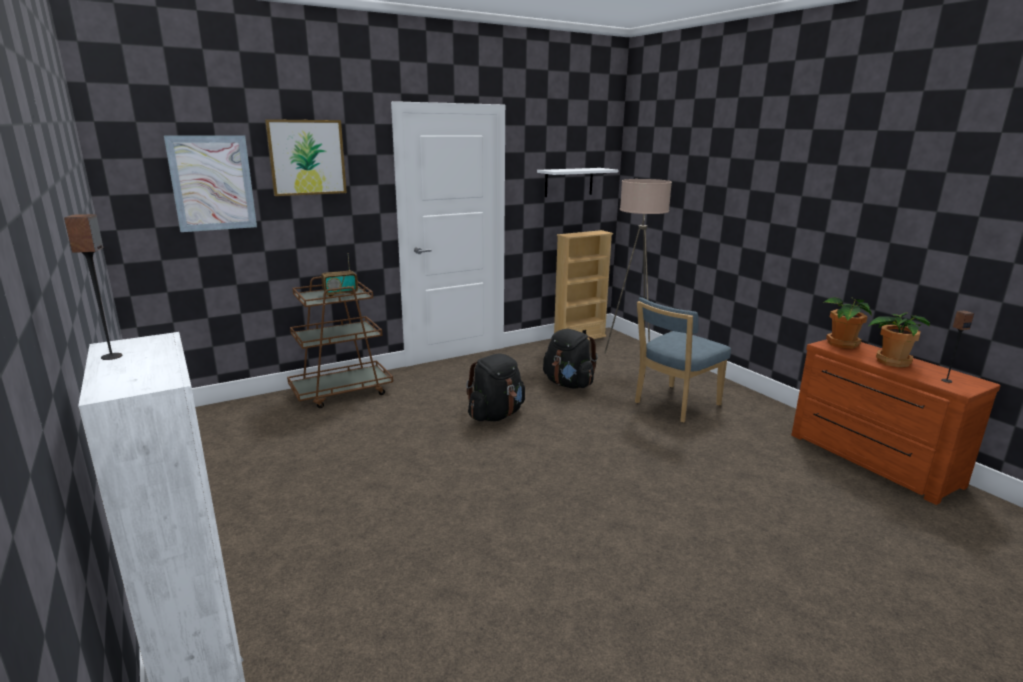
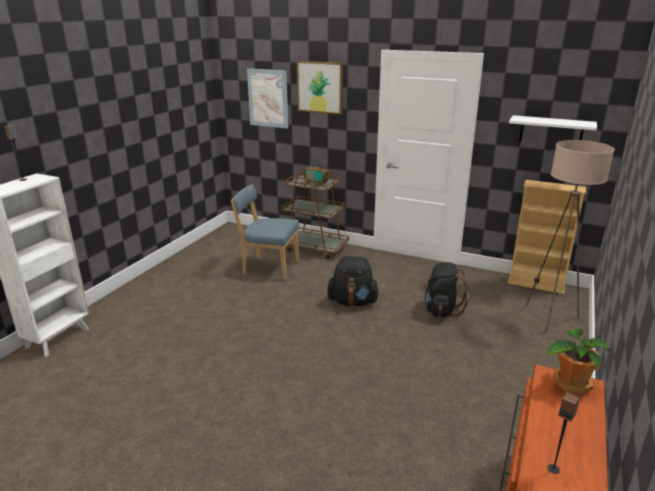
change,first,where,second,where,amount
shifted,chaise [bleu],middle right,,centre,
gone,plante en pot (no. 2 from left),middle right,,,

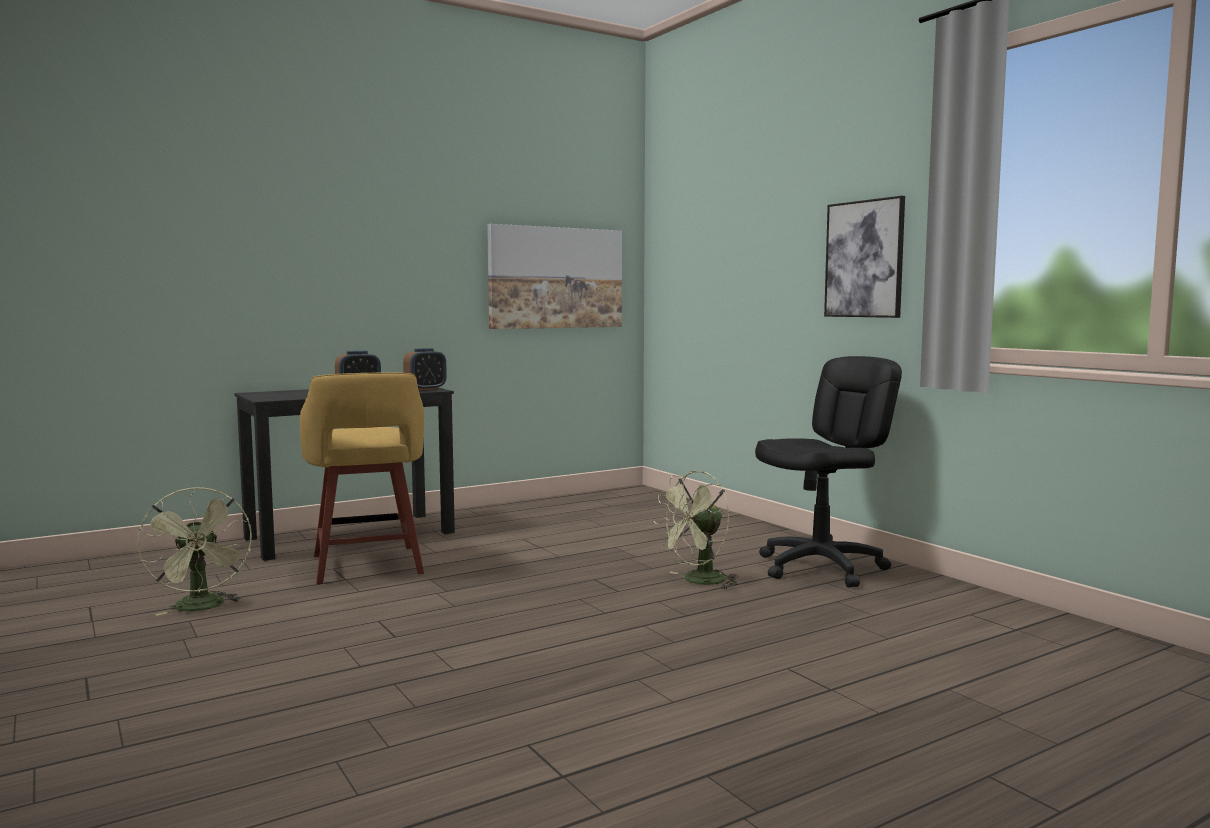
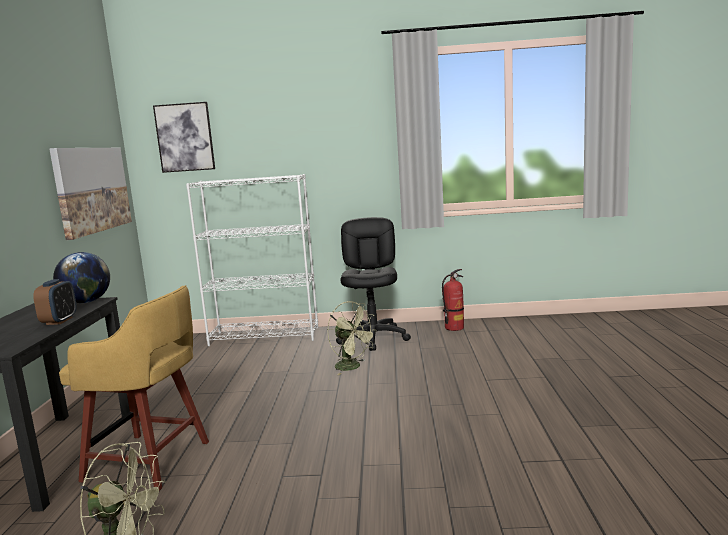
change,first,where,second,where,amount
swapped,réveil (no. 2 from left),centre,globe,middle left,
shifted,tableau (no. 2 from left),top right,,top left,
new,,,bibliothèque [blanc],centre,
rotated,ventilateur [vert] (no. 2 from left),centre,,centre,45 degrees counterclockwise
new,,,extincteur,centre,

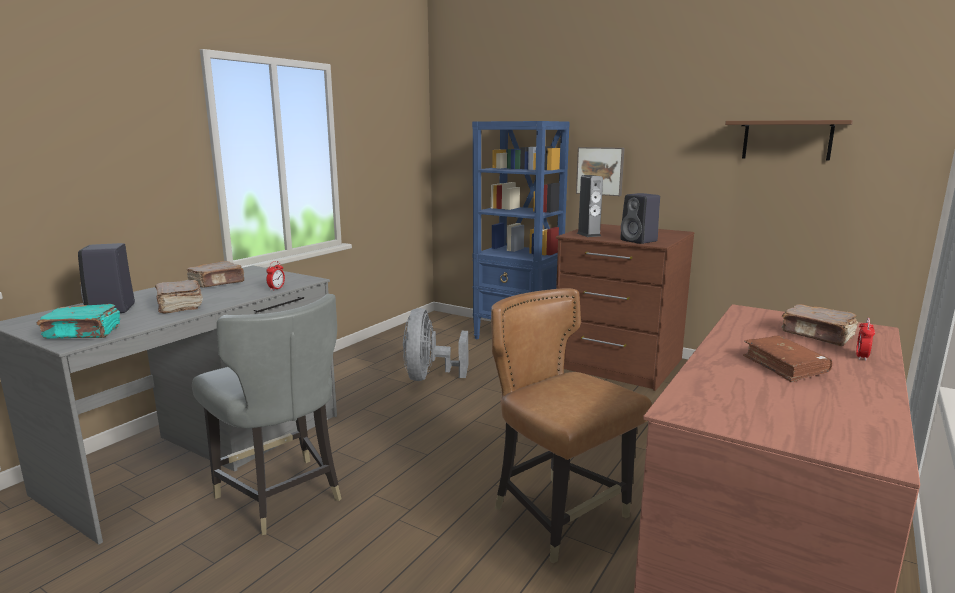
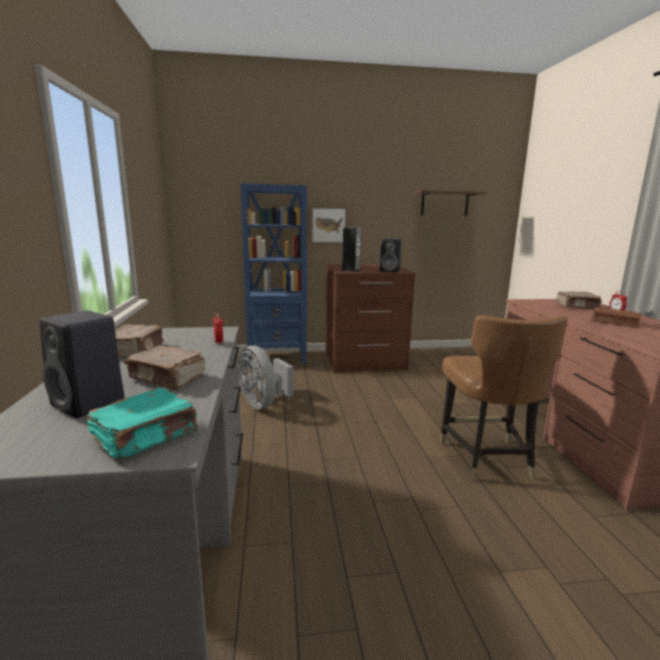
change,first,where,second,where,amount
rotated,chaise [marron],bottom centre,,middle right,105 degrees counterclockwise
gone,chaise [gris],bottom left,,,

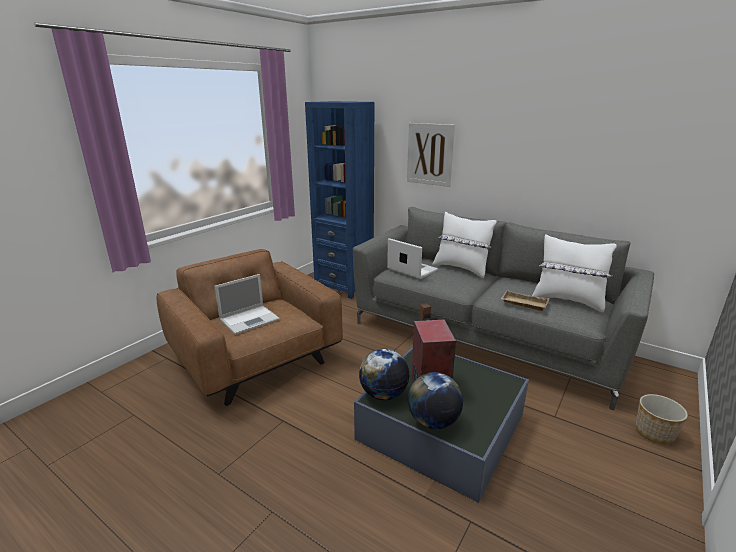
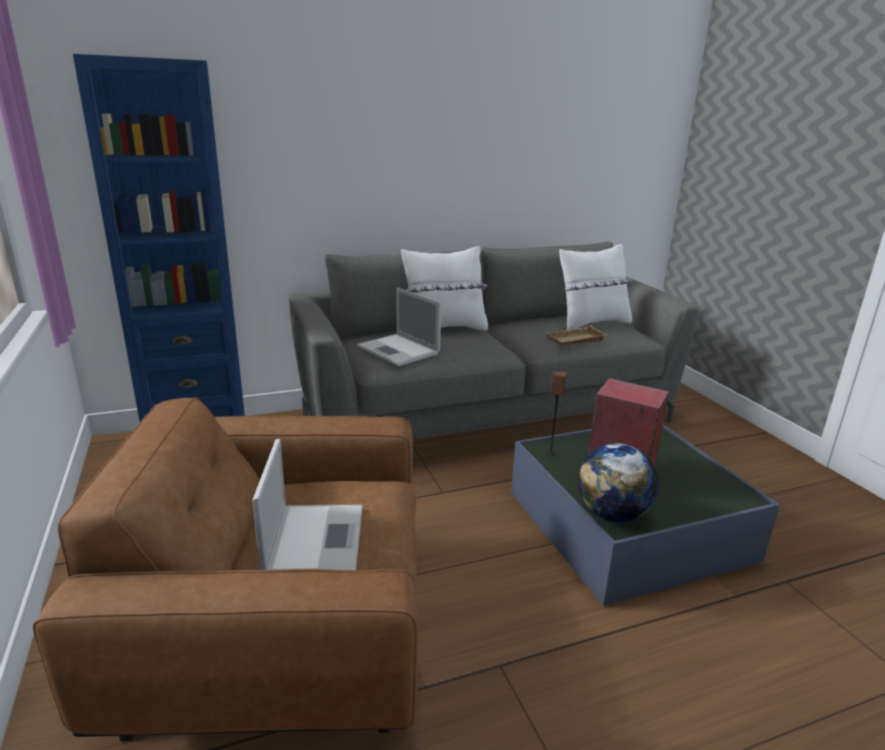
change,first,where,second,where,amount
rotated,ordinateur portable (no. 2 from left),centre,,centre,120 degrees counterclockwise
gone,tableau,top centre,,,
gone,globe (no. 2 from left),bottom centre,,,
gone,cache-pot,bottom right,,,

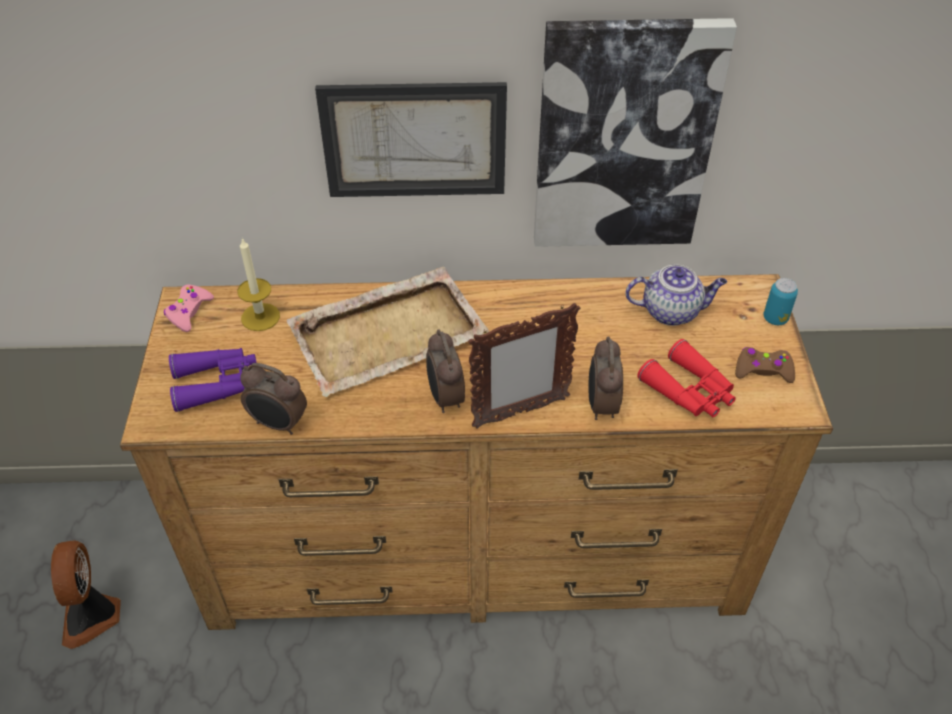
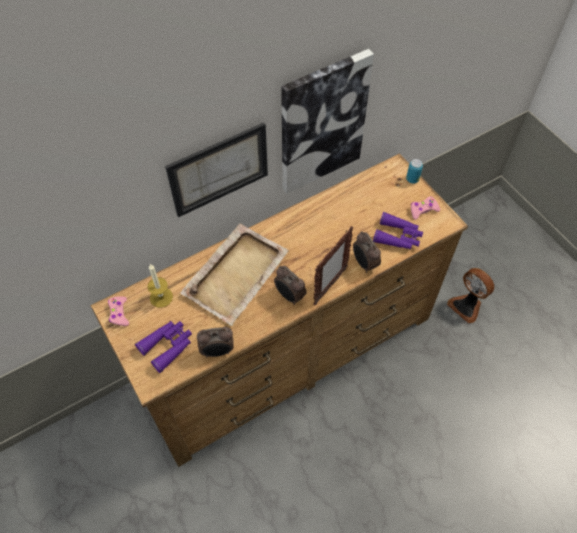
change,first,where,second,where,amount
repainted,jumelles [rouge],middle right,jumelles [violet] (no. 2 from left),middle right,
repainted,manette [marron],middle right,manette [rose] (no. 2 from left),middle right,
shifted,ventilateur,bottom left,,middle right,
gone,théière,middle right,,,

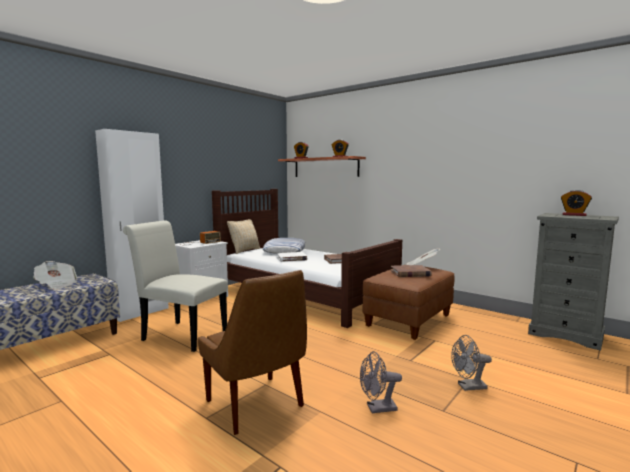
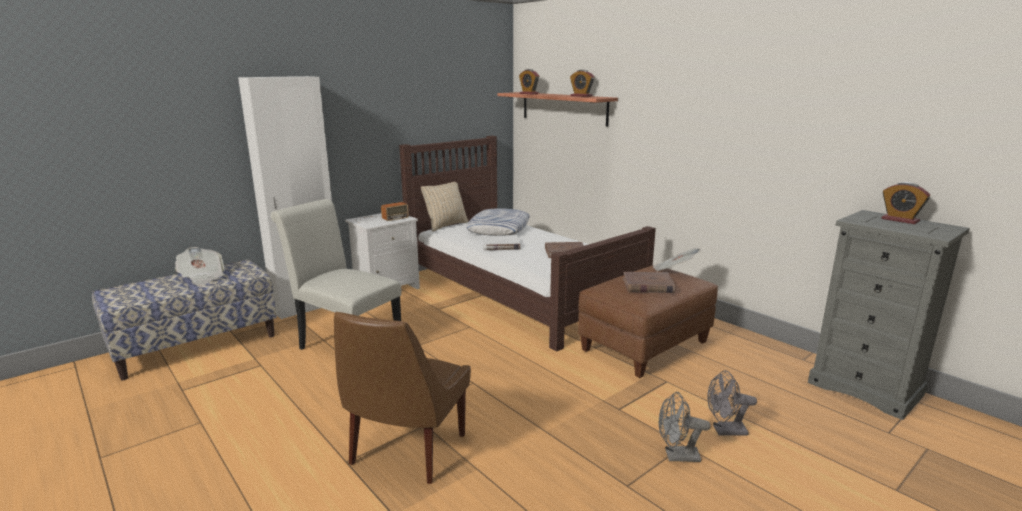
change,first,where,second,where,amount
rotated,chaise [marron],bottom centre,,bottom centre,45 degrees clockwise
shifted,ventilateur [gris] (no. 1 from left in the first image),bottom centre,ventilateur [gris] (no. 2 from left),bottom right,

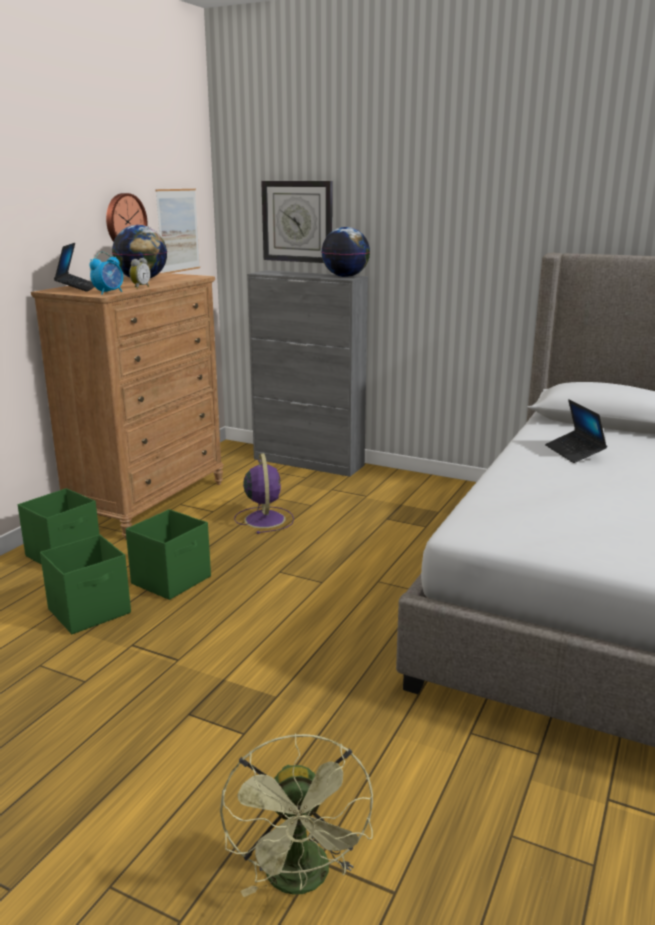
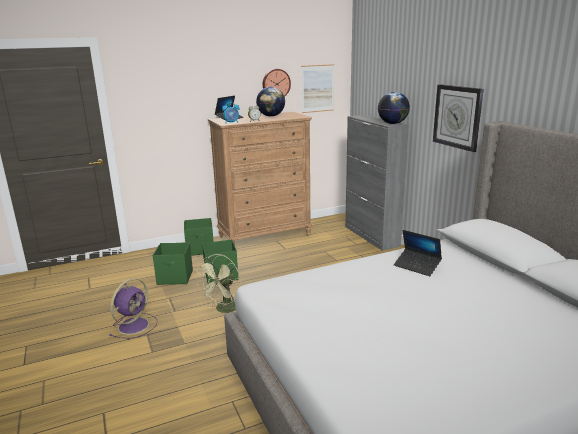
change,first,where,second,where,amount
shifted,ventilateur [violet],centre,,bottom left,
shifted,ventilateur [vert],bottom centre,,centre,
rotated,ordinateur portable (no. 2 from left),middle right,,middle right,75 degrees counterclockwise
shifted,horloge murale (no. 2 from left),top centre,,top right,

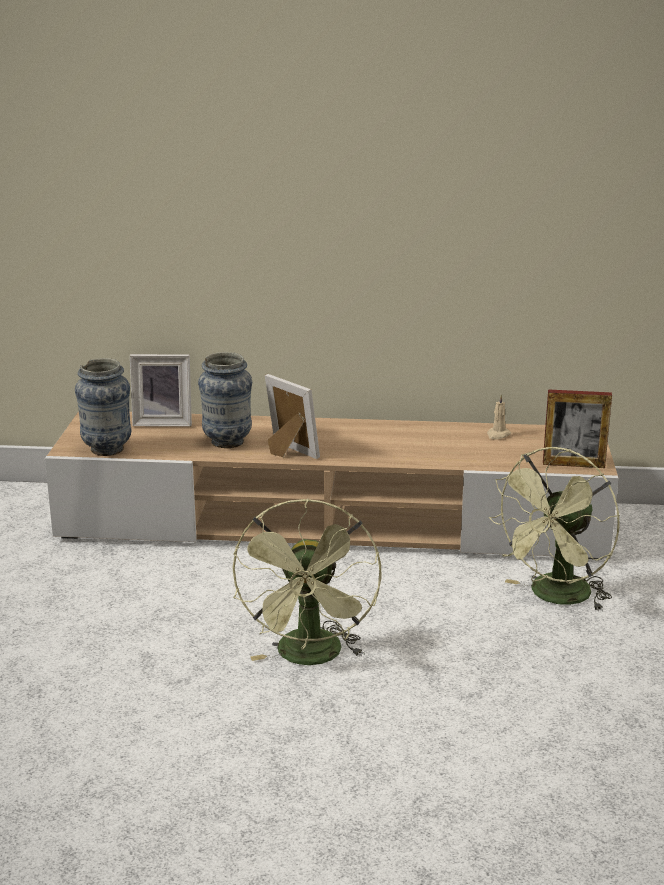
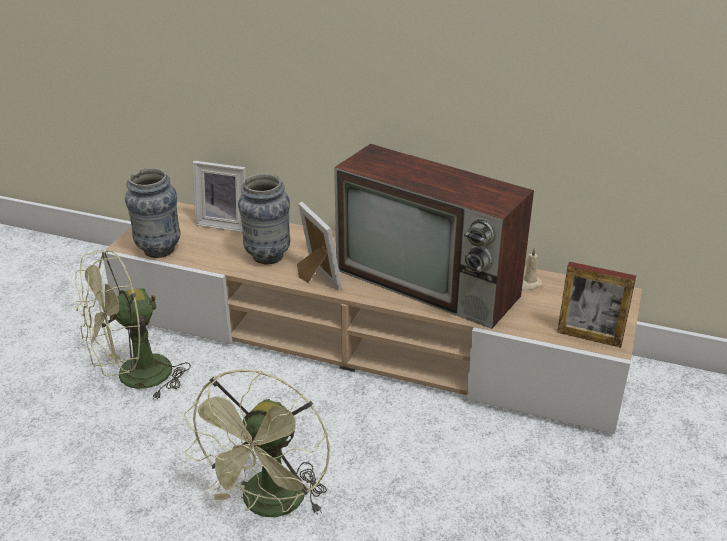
change,first,where,second,where,amount
shifted,ventilateur [vert] (no. 2 from left in the first image),middle right,ventilateur [vert] (no. 1 from left),middle left,
new,,,téléviseur,centre,

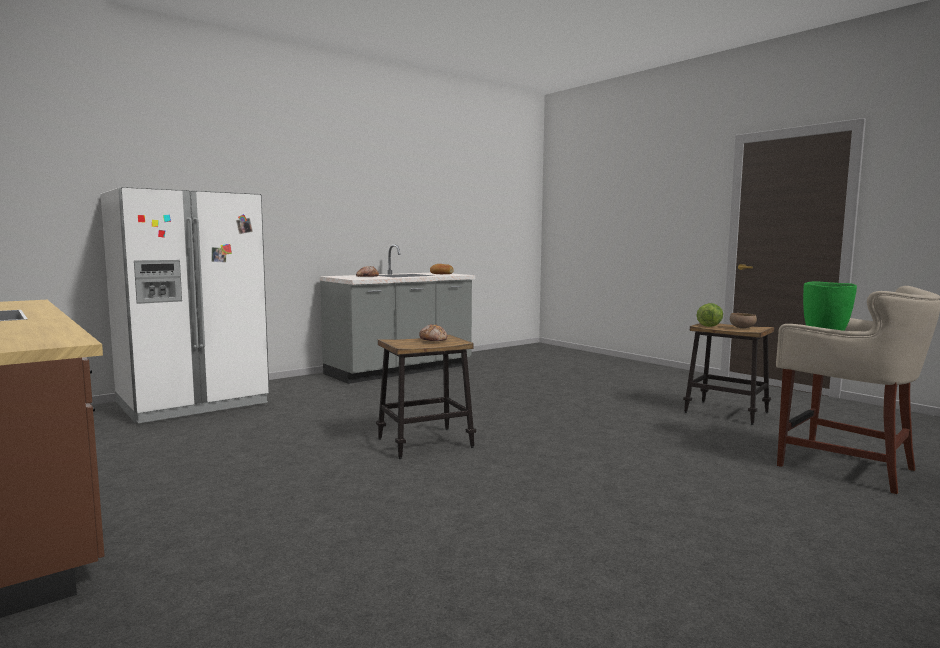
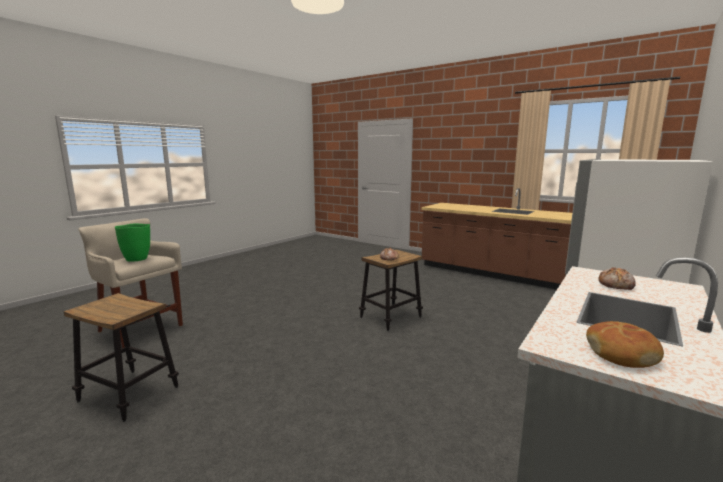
change,first,where,second,where,amount
gone,laitue,middle right,,,
gone,bol [marron],middle right,,,

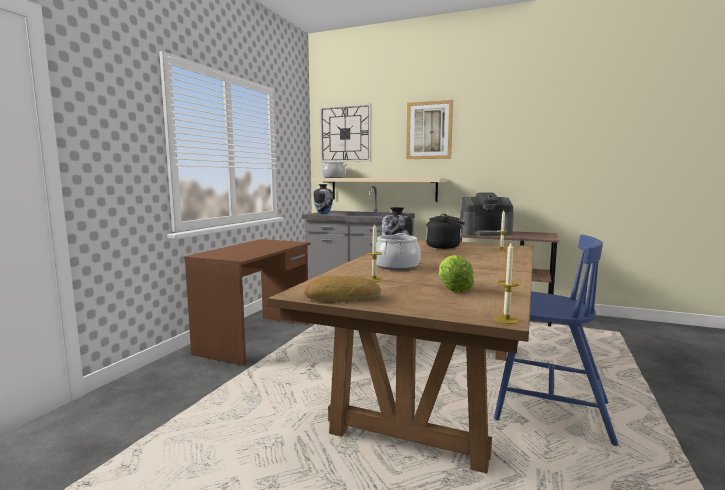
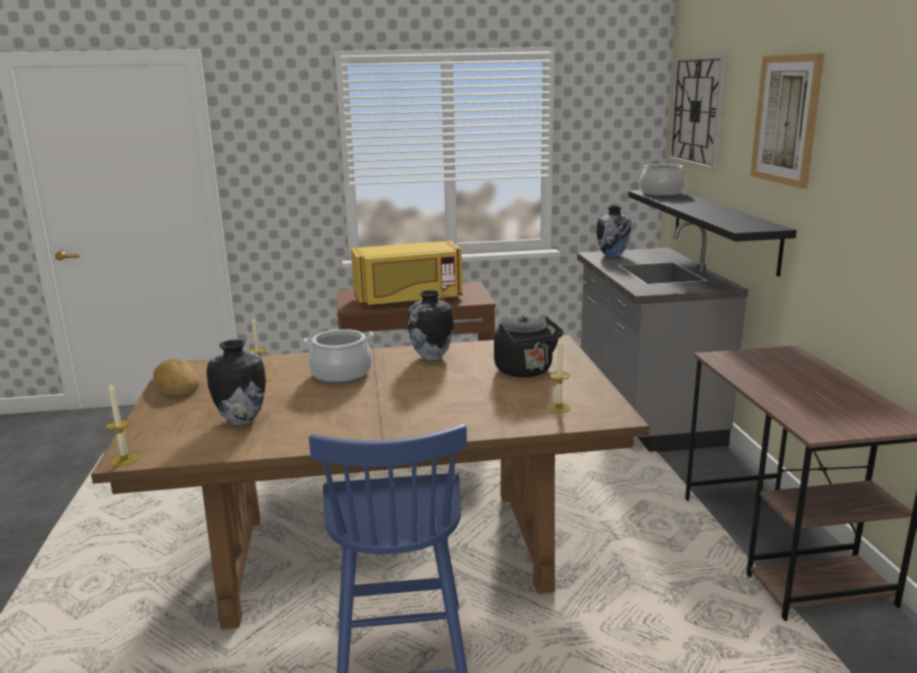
change,first,where,second,where,amount
swapped,laitue,centre,vase (no. 1 from left),middle left,
new,,,micro-ondes [jaune],centre,
repainted,étagère [beige],centre,étagère [noir],middle right,
gone,machine à café,middle right,,,

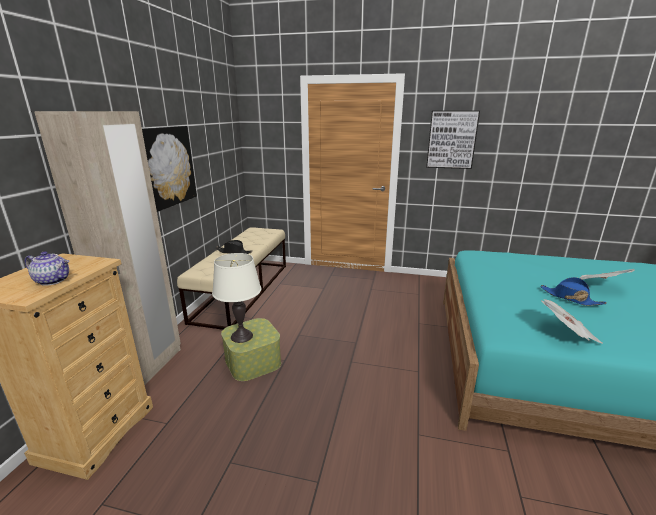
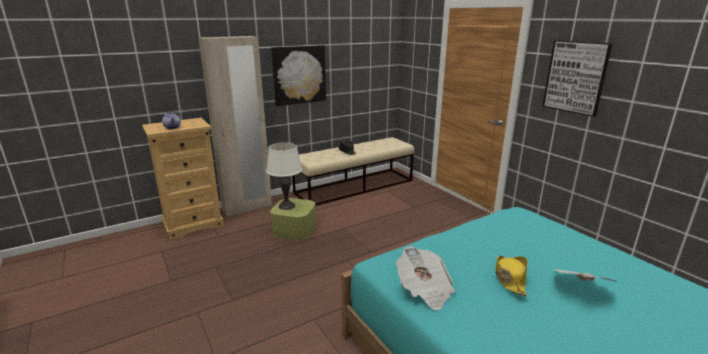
change,first,where,second,where,amount
repainted,chapeau [bleu],middle right,chapeau [jaune],bottom right,

